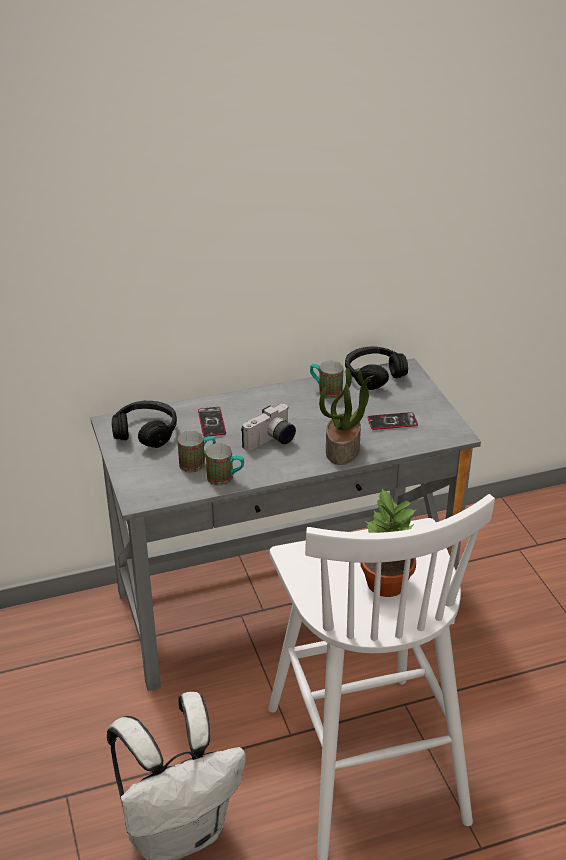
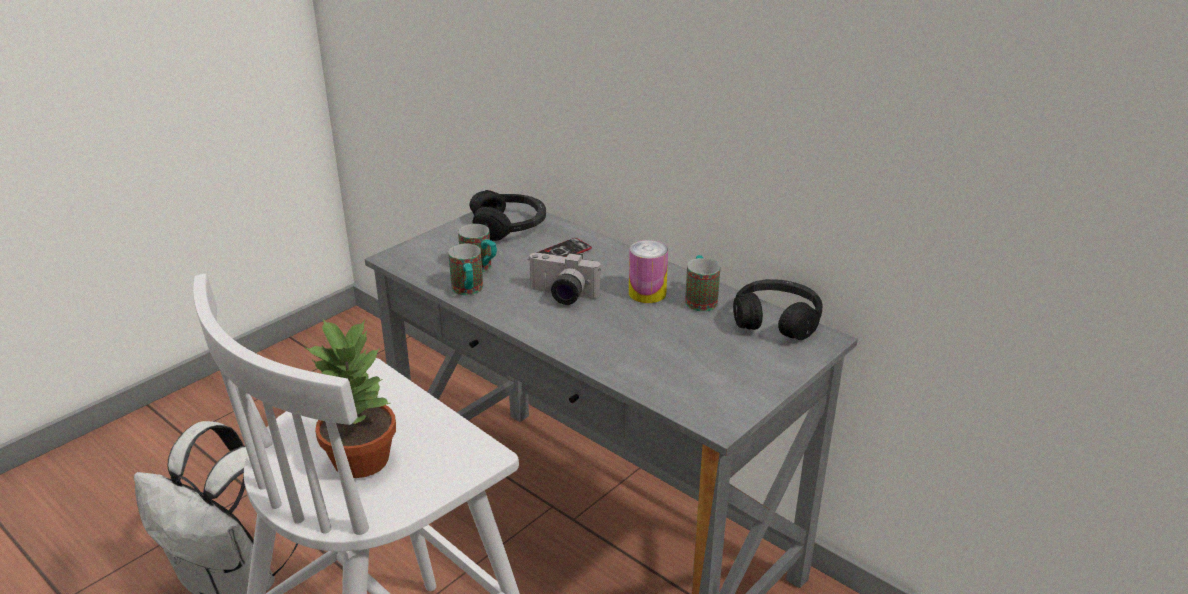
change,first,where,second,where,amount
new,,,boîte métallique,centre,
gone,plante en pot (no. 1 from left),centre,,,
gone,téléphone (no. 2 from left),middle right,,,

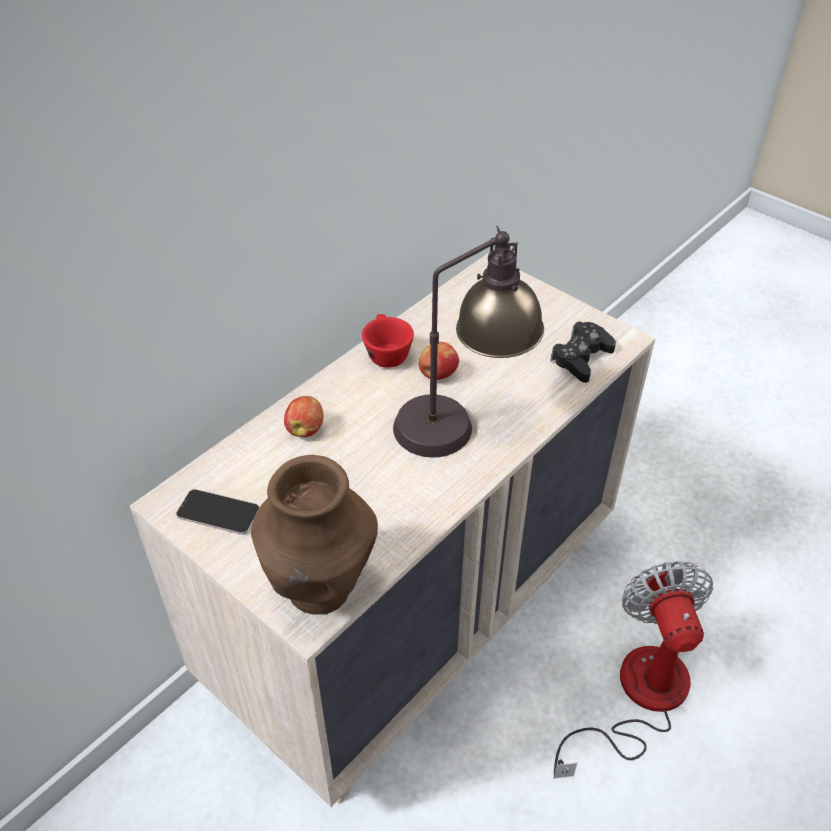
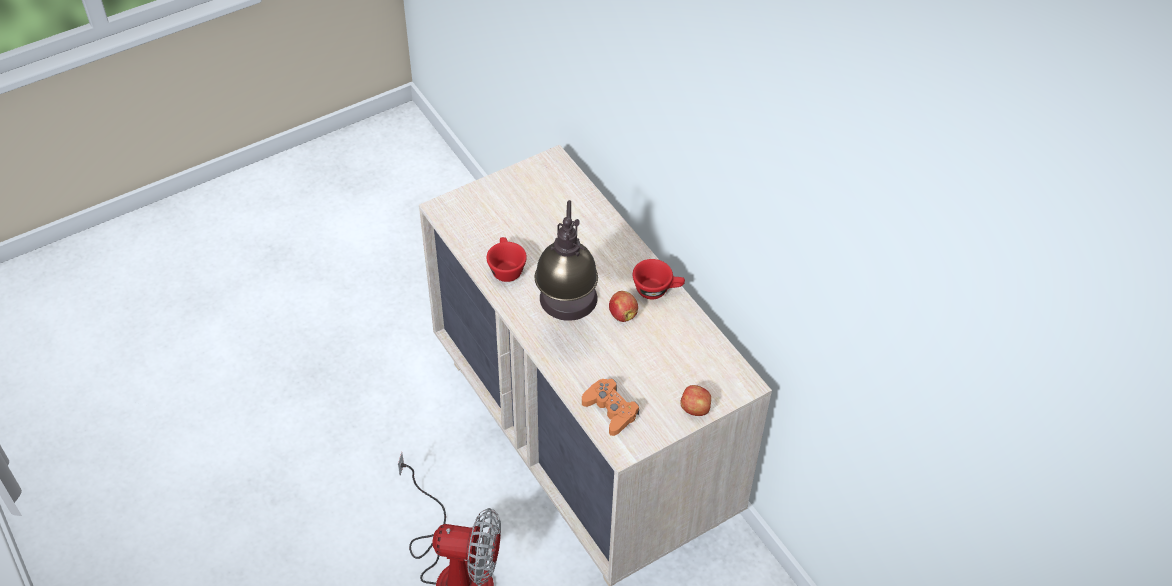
change,first,where,second,where,amount
new,,,tasse [rouge] (no. 1 from left),centre,
repainted,manette [noir],middle right,manette [orange],bottom centre,
shifted,pomme (no. 1 from left in the first image),centre,pomme (no. 2 from left),bottom centre,
gone,téléphone,middle left,,,
gone,vase [marron],centre,,,

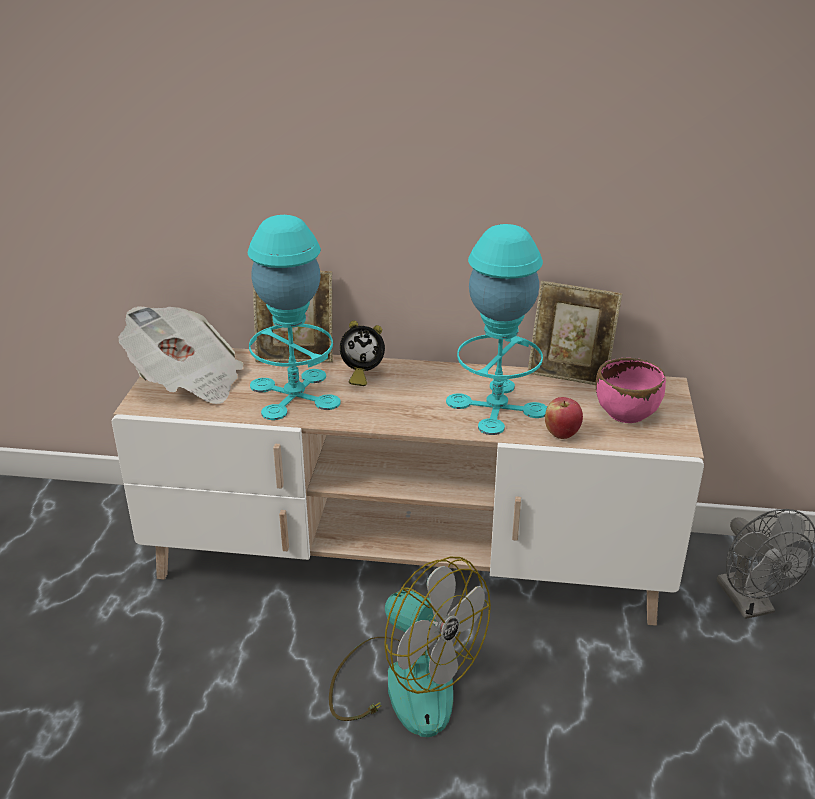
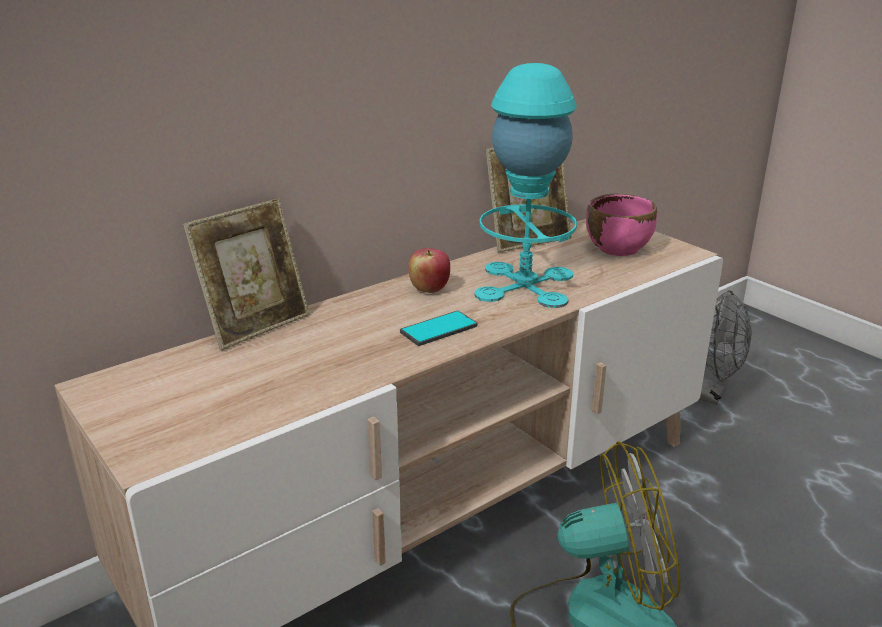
change,first,where,second,where,amount
new,,,téléphone,centre,
shifted,pomme,middle right,,centre,
gone,journal,middle left,,,
gone,lampe de table [turquoise] (no. 1 from left),centre,,,
gone,réveil,centre,,,

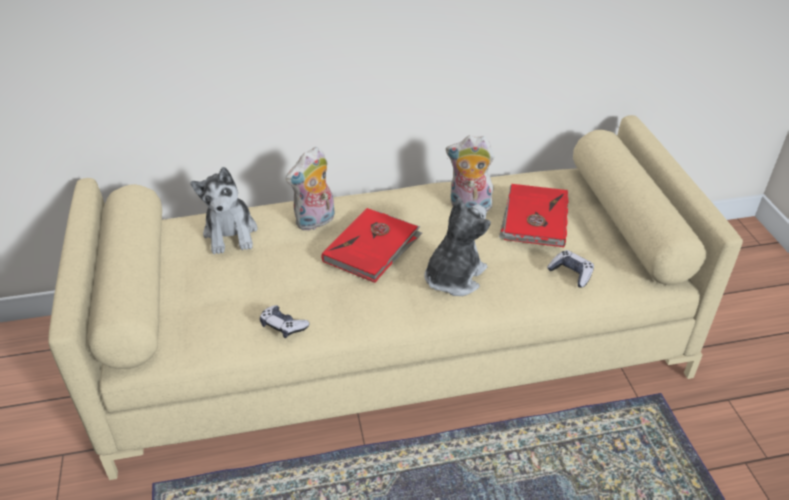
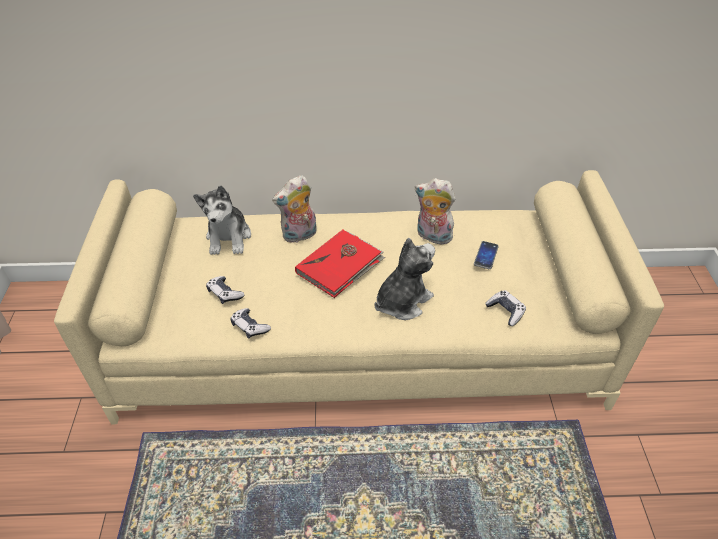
change,first,where,second,where,amount
new,,,manette (no. 1 from left),middle left,
swapped,livre [rouge] (no. 2 from left),middle right,téléphone,middle right,

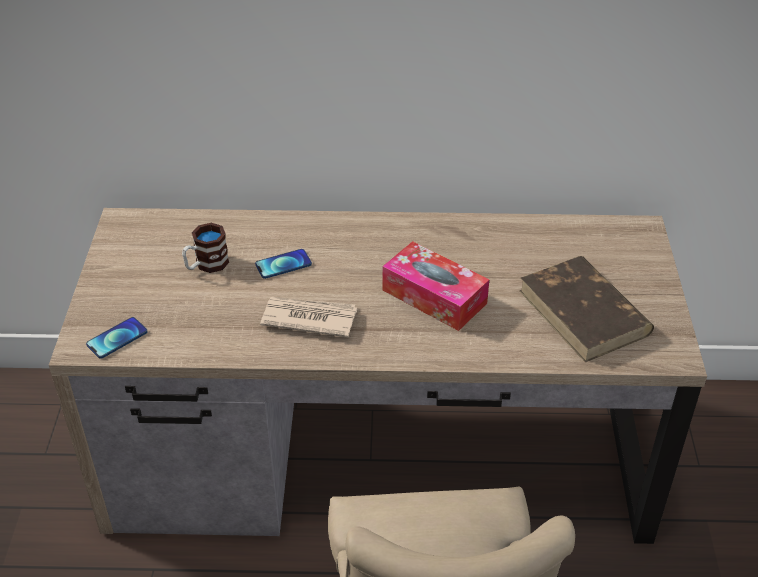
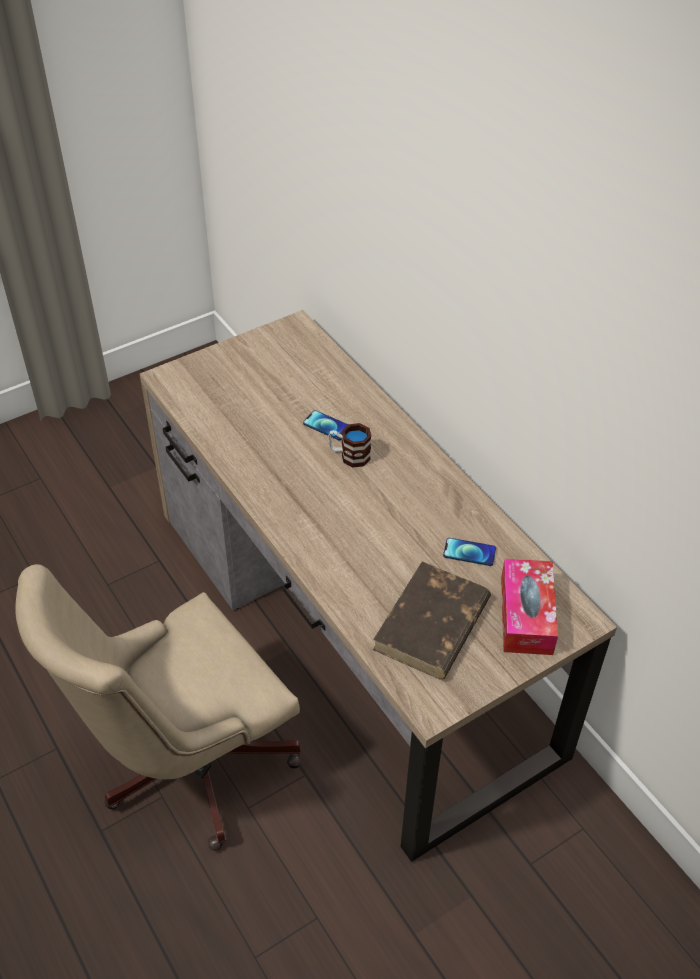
change,first,where,second,where,amount
shifted,mug,middle left,,centre,
shifted,téléphone (no. 1 from left in the first image),middle left,téléphone (no. 2 from left),middle right,
shifted,boîte à mouchoirs,centre,,middle right,
gone,journal,centre,,,

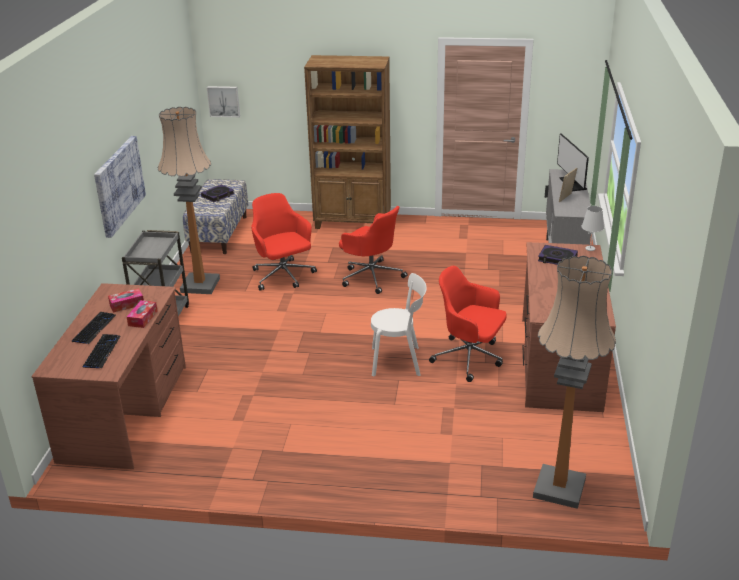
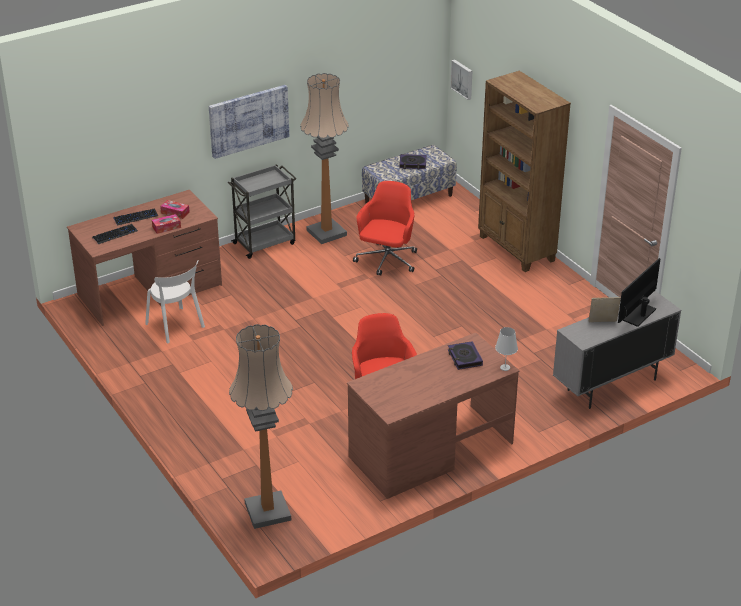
change,first,where,second,where,amount
shifted,chaise [blanc],centre,,middle left,
gone,chaise de bureau [rouge] (no. 2 from left),centre,,,

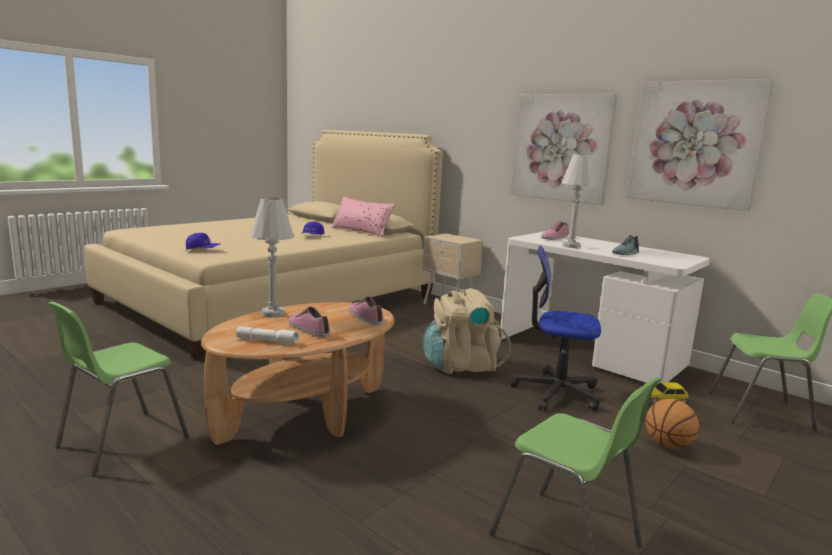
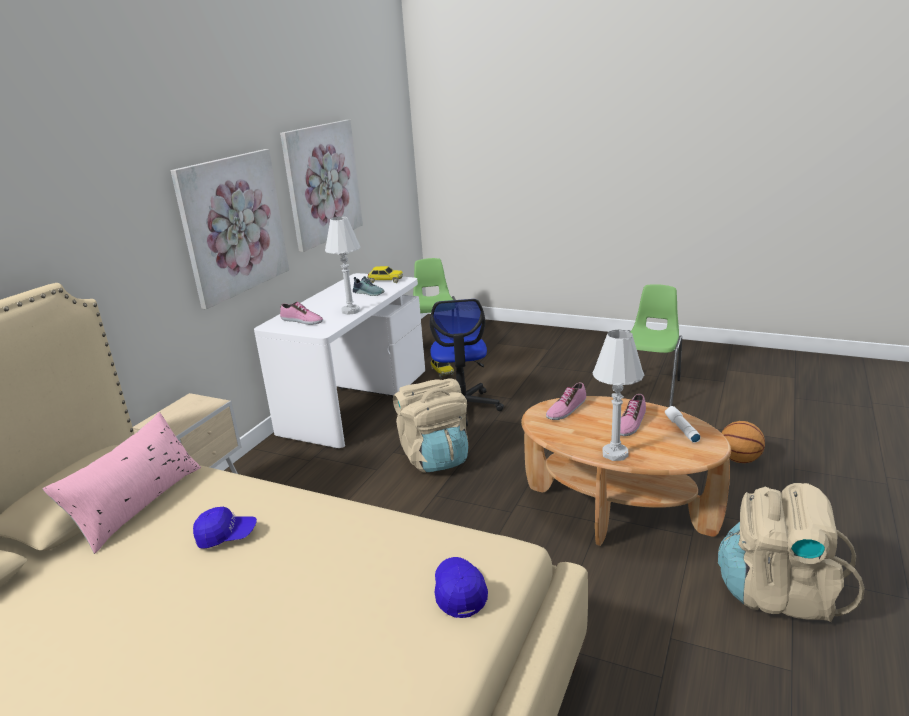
change,first,where,second,where,amount
new,,,petite voiture (no. 1 from left),centre,
swapped,chaise [vert] (no. 1 from left),bottom left,sac à dos [beige] (no. 2 from left),bottom right,
shifted,ballon de basket,bottom right,,middle right,

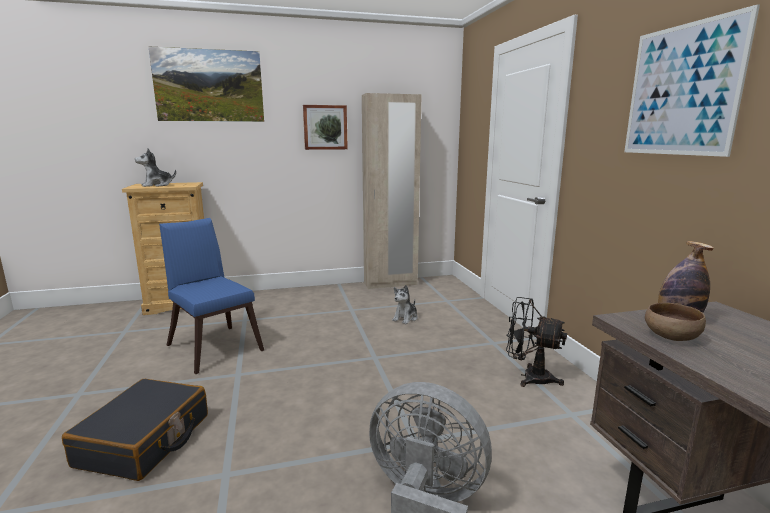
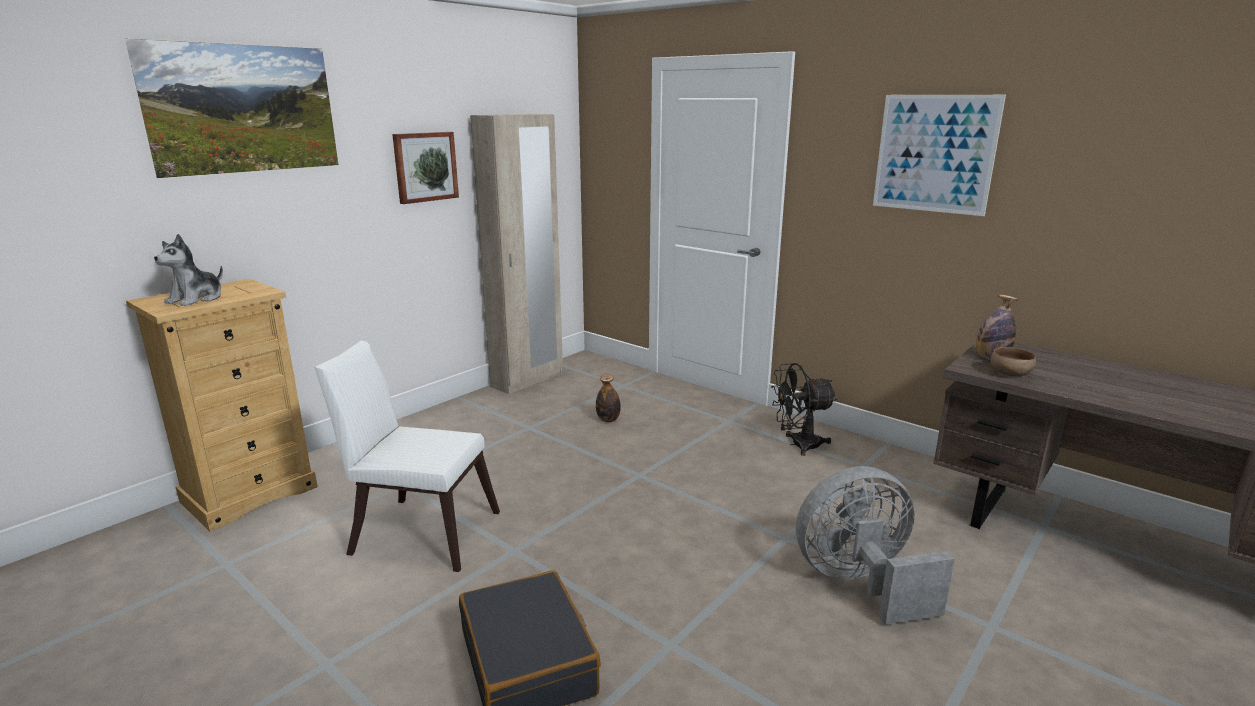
change,first,where,second,where,amount
repainted,chaise [bleu],middle left,chaise [blanc],middle left,
swapped,peluche (no. 2 from left),centre,bouteille (no. 1 from left),centre,

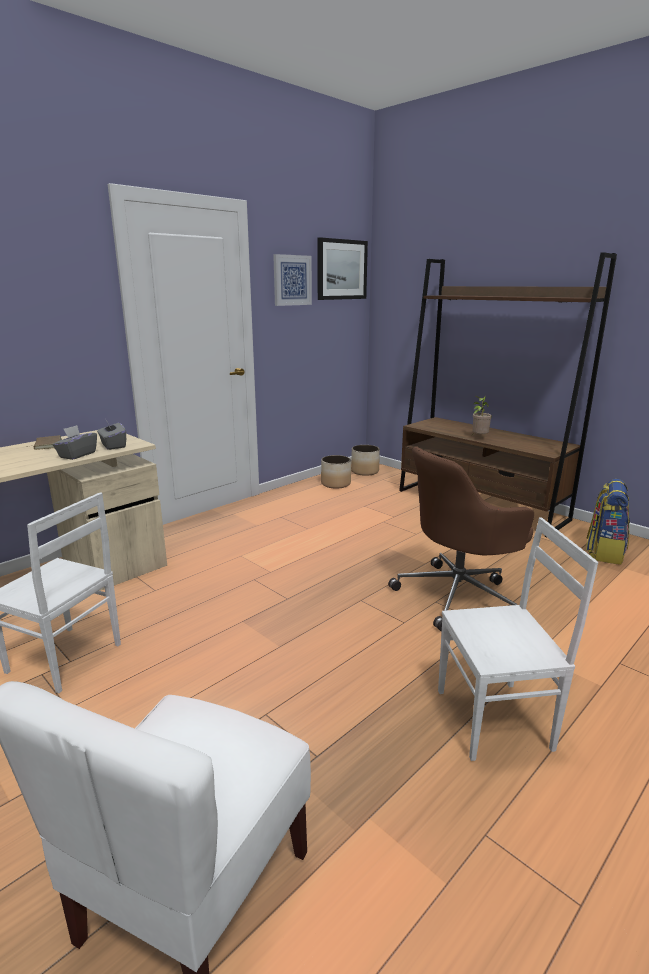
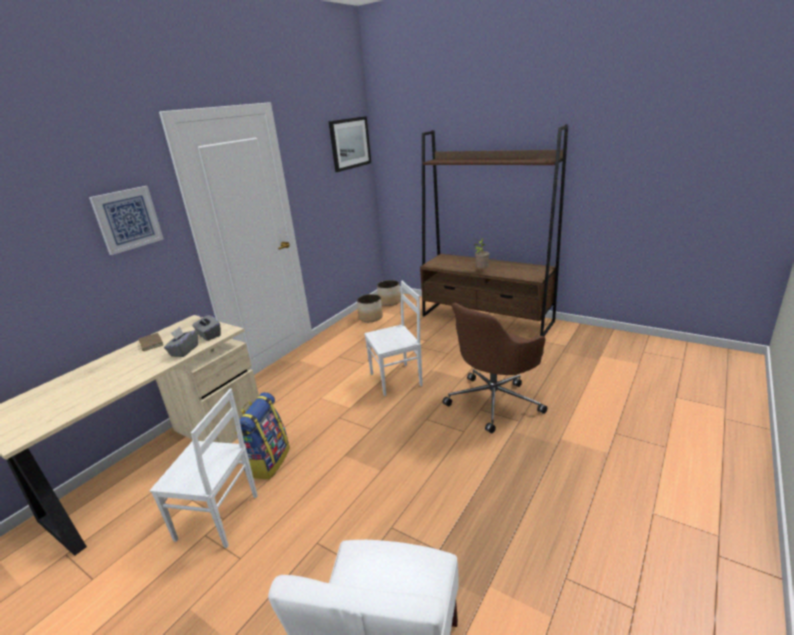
change,first,where,second,where,amount
shifted,tableau (no. 1 from left),top centre,,middle left,
shifted,sac à dos,middle right,,bottom left,
shifted,chaise [blanc] (no. 3 from left),middle right,,centre,

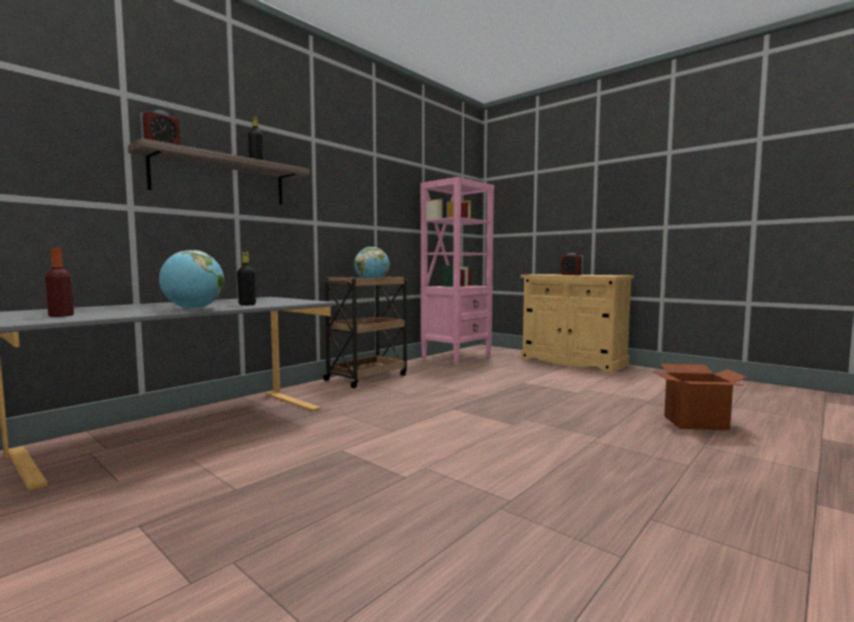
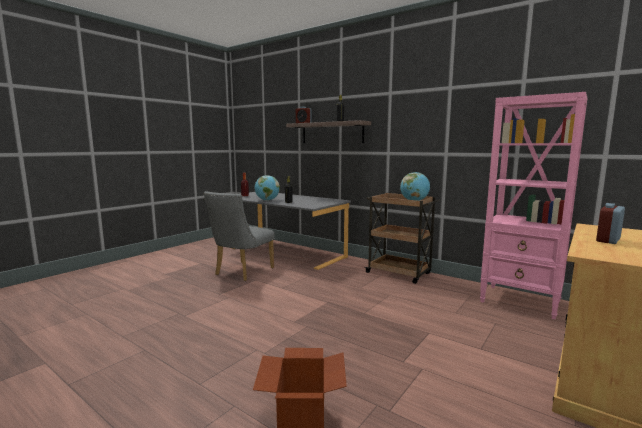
change,first,where,second,where,amount
new,,,chaise [gris],centre,

